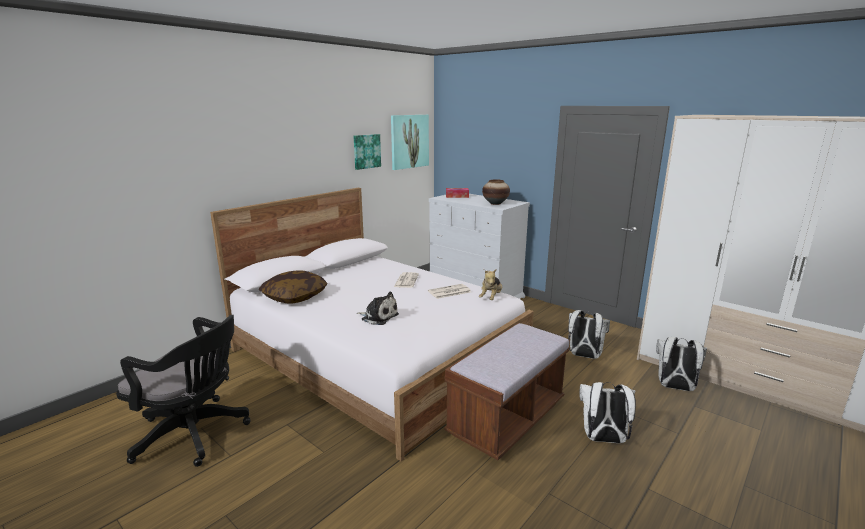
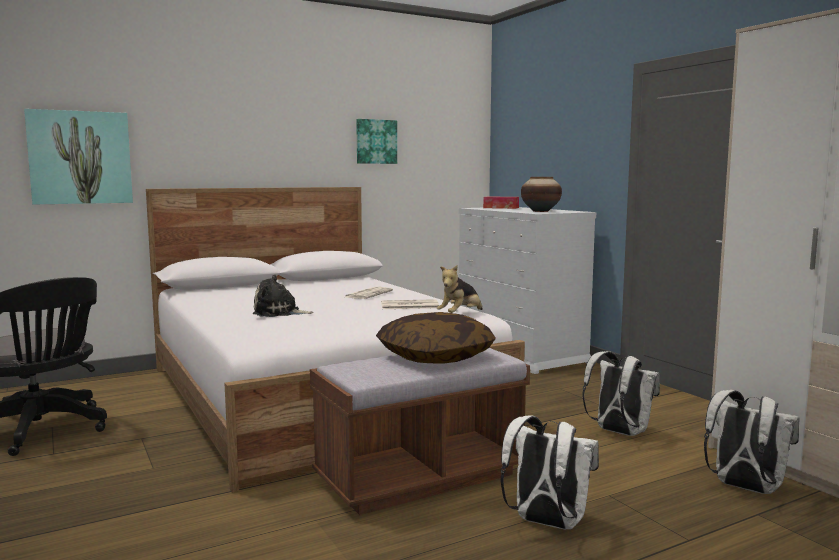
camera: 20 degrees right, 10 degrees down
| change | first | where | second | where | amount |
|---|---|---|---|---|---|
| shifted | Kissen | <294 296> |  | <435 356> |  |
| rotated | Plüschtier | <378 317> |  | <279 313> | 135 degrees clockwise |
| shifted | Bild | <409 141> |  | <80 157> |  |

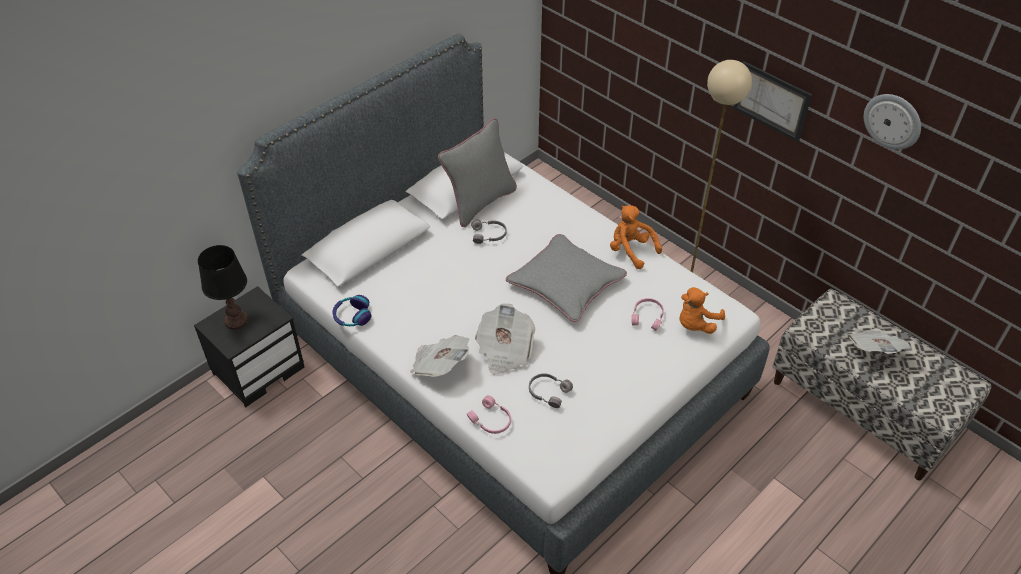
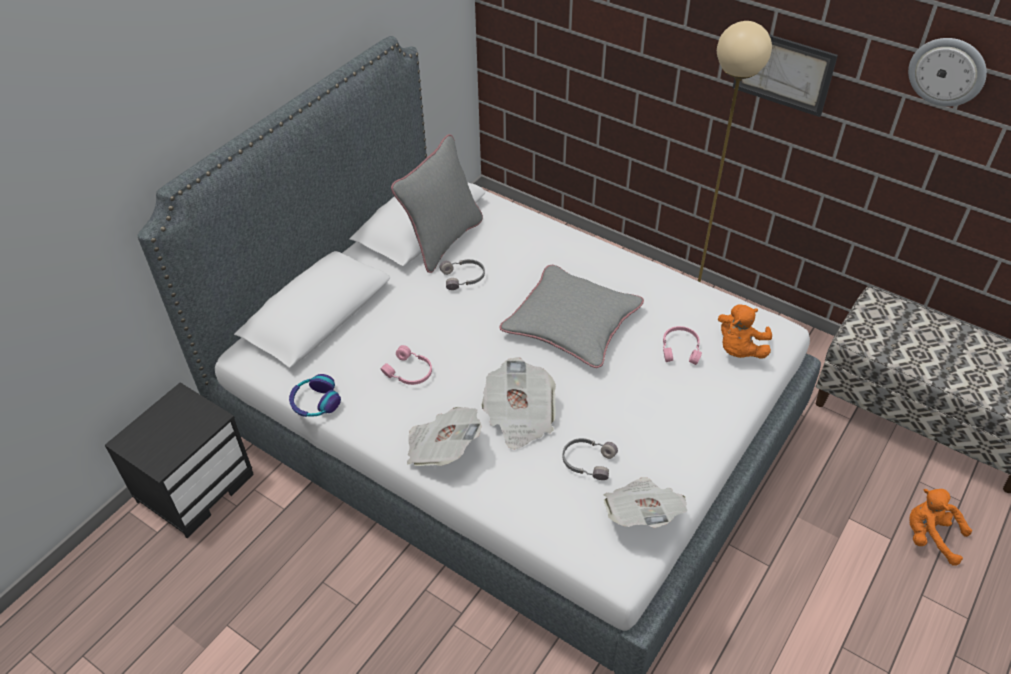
camera: 10 degrees left, 0 degrees up
| change | first | where | second | where | amount |
|---|---|---|---|---|---|
| gone | Tischlampe [schwarz] | <235 320> |  |  |  |
| shifted | Kopfhörer [rosa] | <491 421> |  | <409 372> |  |
| shifted | Plüschtier [orange] | <631 250> |  | <930 536> |  |
| shifted | Zeitung | <874 350> |  | <642 514> |  |

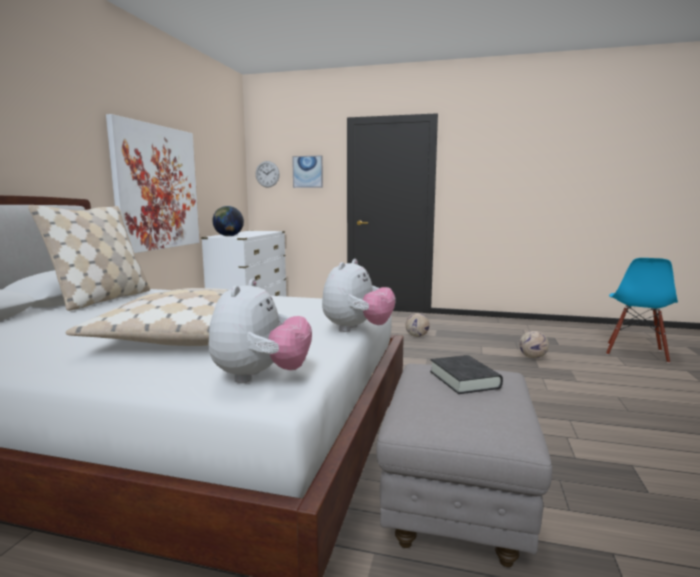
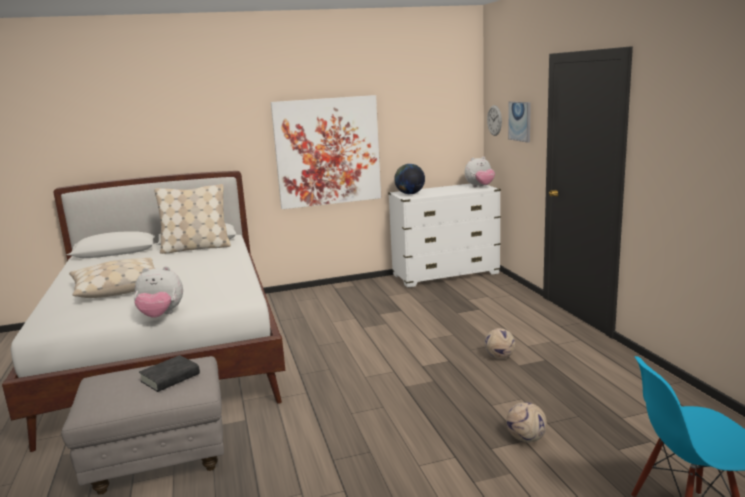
camera: 60 degrees right, 5 degrees up
| change | first | where | second | where | amount |
|---|---|---|---|---|---|
| shifted | Plüschtier | <261 377> |  | <480 187> |  |

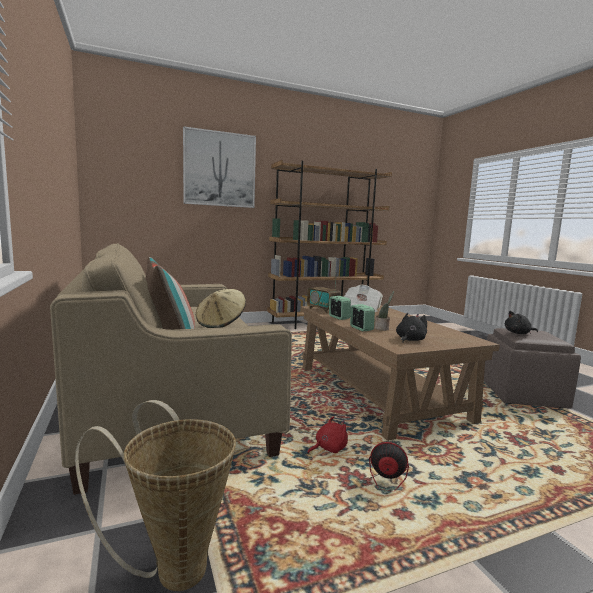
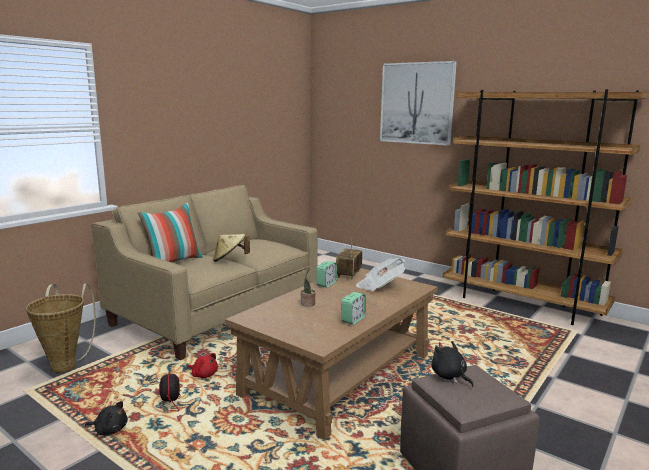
camera: 60 degrees right, 5 degrees up
| change | first | where | second | where | amount |
|---|---|---|---|---|---|
| shifted | Wecker | <361 328> |  | <353 320> |  |
| shifted | Plüschtier [schwarz] | <410 340> |  | <110 429> |  |

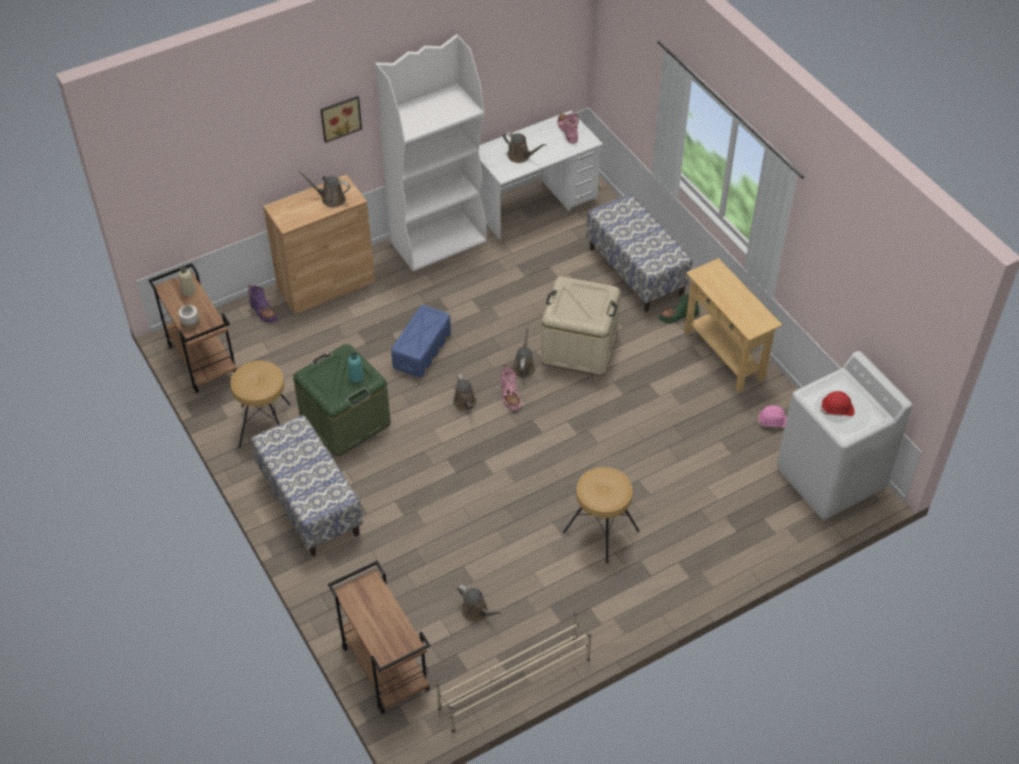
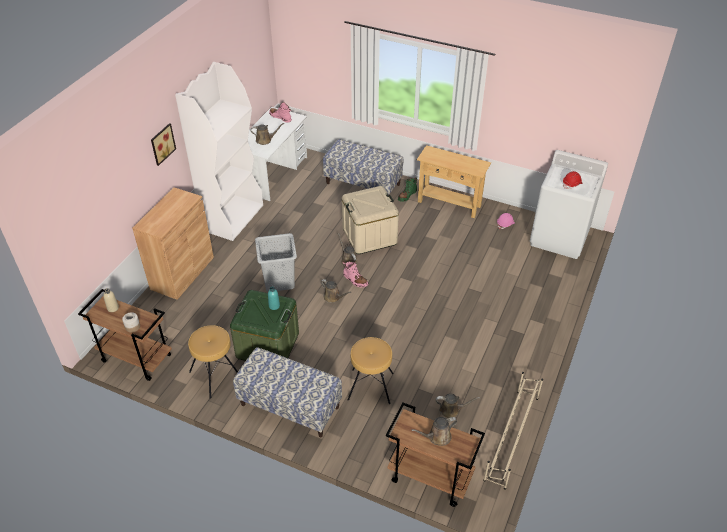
camera: 35 degrees left, 5 degrees down
| change | first | where | second | where | amount |
|---|---|---|---|---|---|
| gone | Stiefel [lila] | <263 312> |  |  |  |
| shifted | Gießkanne [braun] | <331 199> |  | <437 437> |  |
| swapped | Aufbewahrungsbox [blau] | <422 350> | Wäschekorb [grau] | <279 281> |  |
| shifted | Hocker [braun] | <601 532> |  | <370 386> |  |

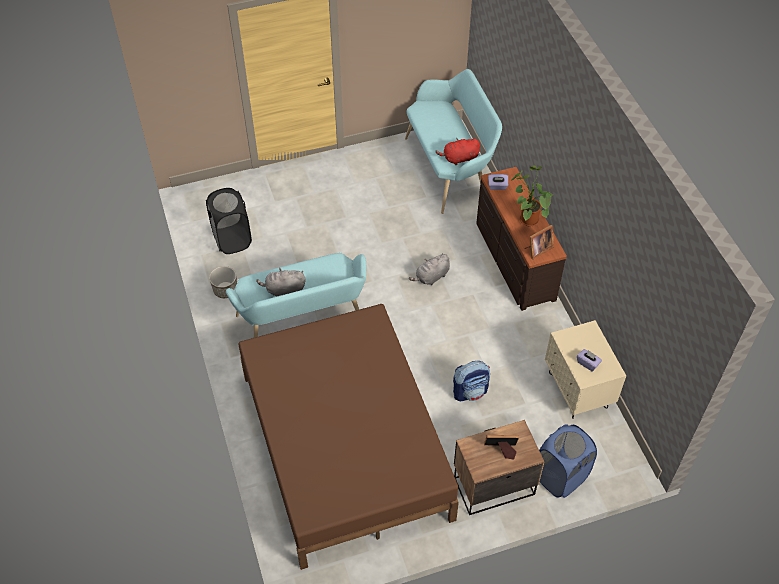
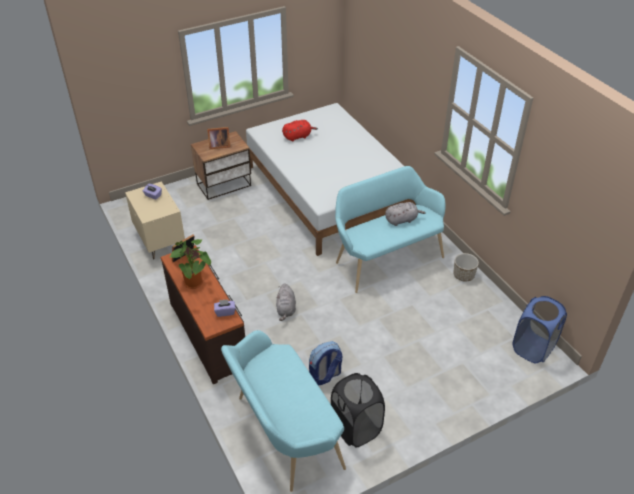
camera: 170 degrees right, 10 degrees down
| change | first | where | second | where | amount |
|---|---|---|---|---|---|
| shifted | Wäschekorb [schwarz] | <232 239> |  | <356 428> |  |
| repainted | Bett [braun] | <344 446> | Bett [weiß] | <328 192> |  |
| rotated | Plüschtier [grau] | <431 277> |  | <286 309> | 135 degrees clockwise |
| shifted | Plüschtier [rot] | <459 159> |  | <298 136> |  |
| shifted | Rucksack | <470 391> |  | <325 376> |  |
| shifted | Wäschekorb [blau] | <560 476> |  | <533 348> |  |

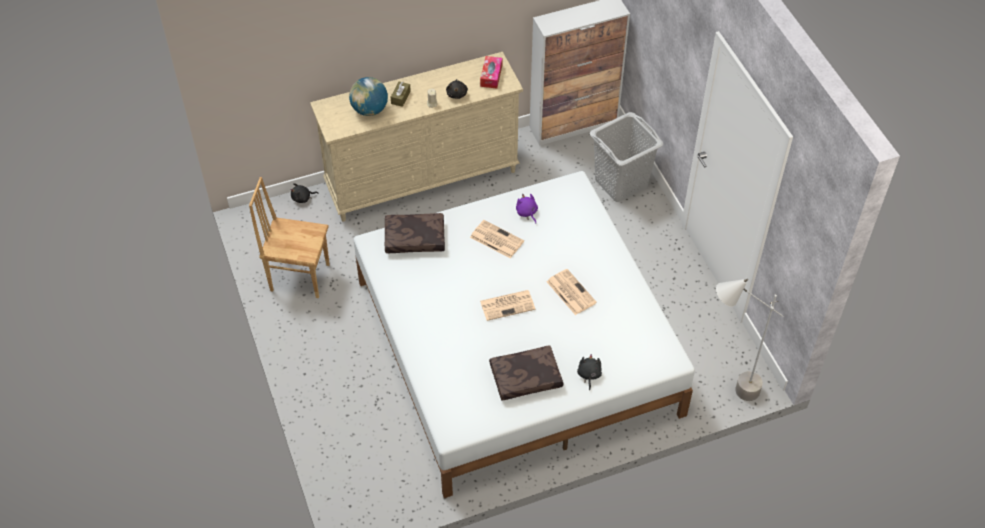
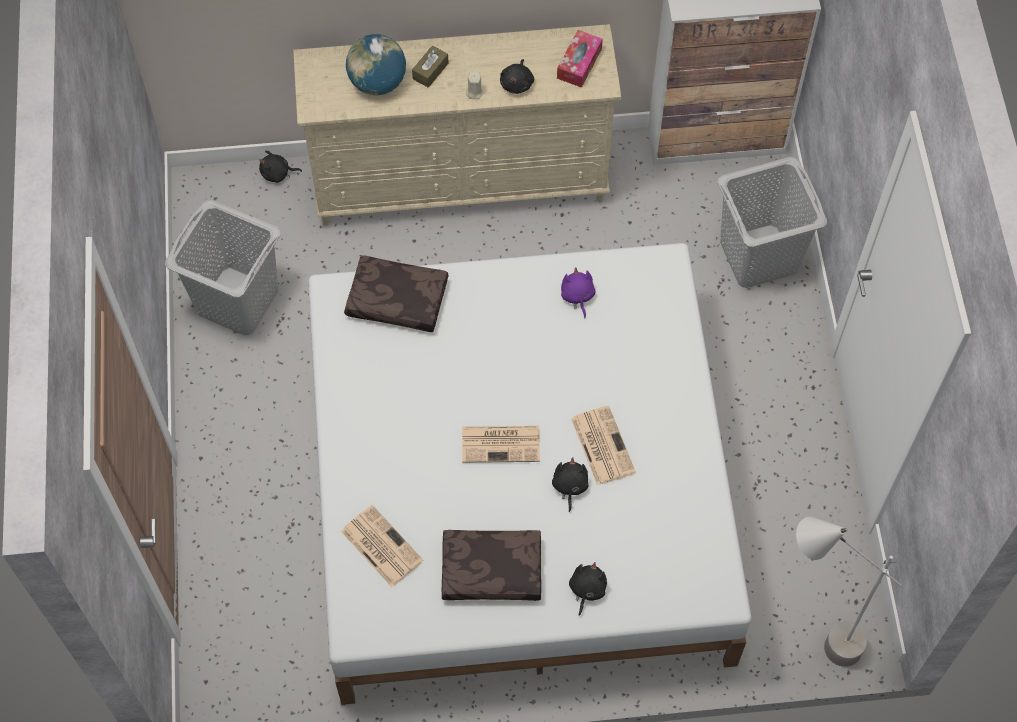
camera: 15 degrees right, 10 degrees up
| change | first | where | second | where | amount |
|---|---|---|---|---|---|
| swapped | Stuhl [braun] | <299 276> | Wäschekorb [grau] | <237 300> |  |
| shifted | Zeitung | <496 239> |  | <380 545> |  |
| new |  |  | Plüschtier [schwarz] | <569 486> |  |

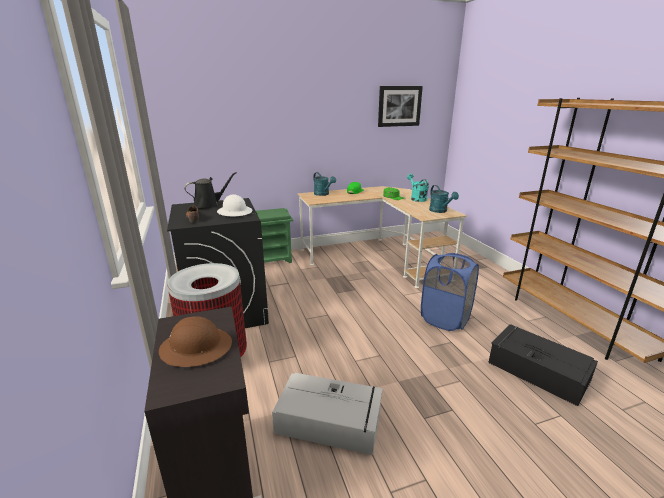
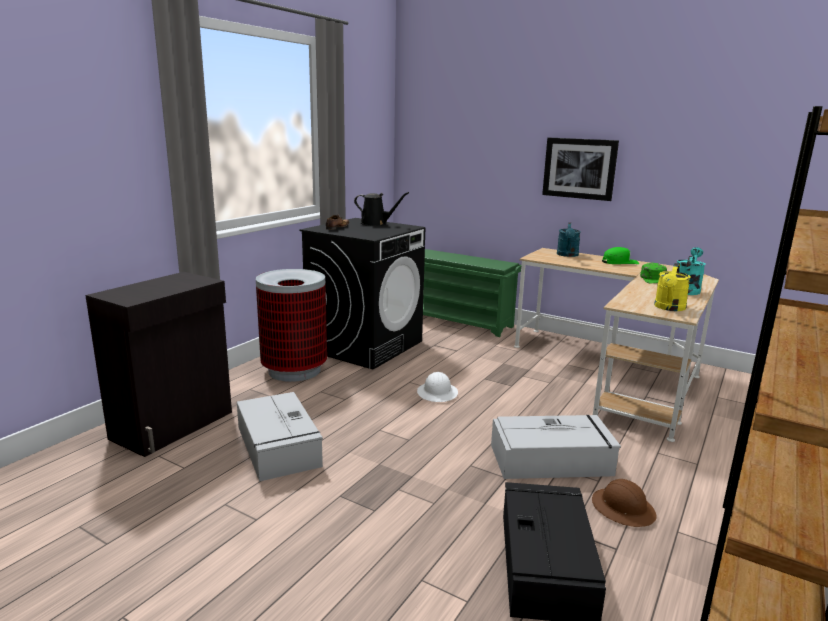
camera: 50 degrees right, 5 degrees down
| change | first | where | second | where | amount |
|---|---|---|---|---|---|
| shifted | Schutzhelm [braun] | <196 347> |  | <623 508> |  |
| shifted | Schutzhelm [weiß] | <235 212> |  | <437 393> |  |
| shifted | Bild | <399 106> |  | <579 168> |  |
| swapped | Wäschekorb [blau] | <445 319> | Aufbewahrungsbox [grau] | <552 460> |  |
| repainted | Gießkanne [türkis] | <440 211> | Gießkanne [gelb] | <669 308> |  |

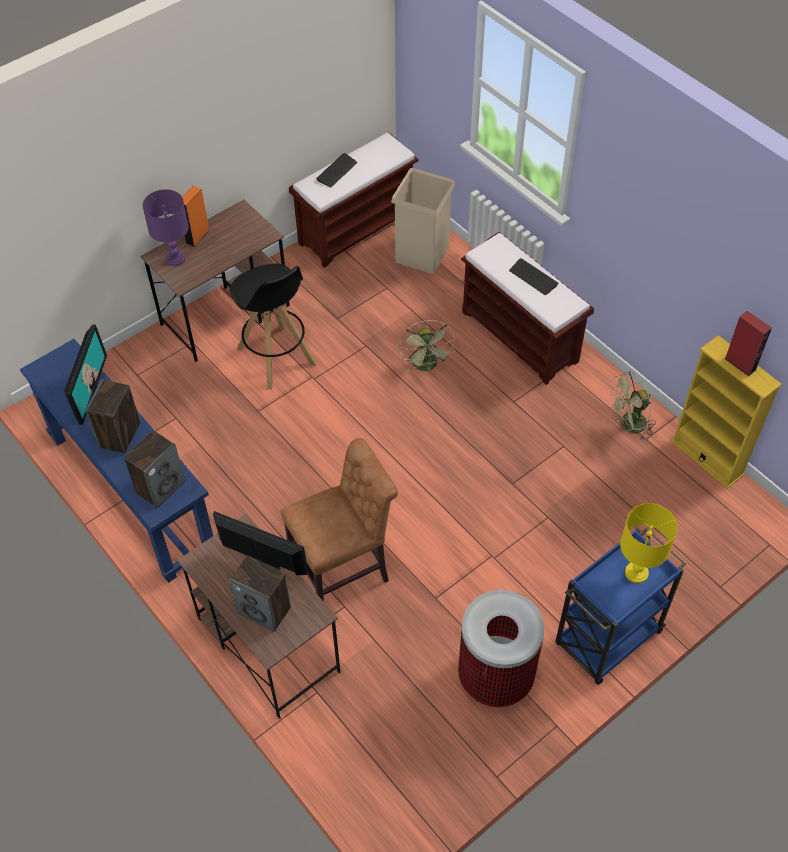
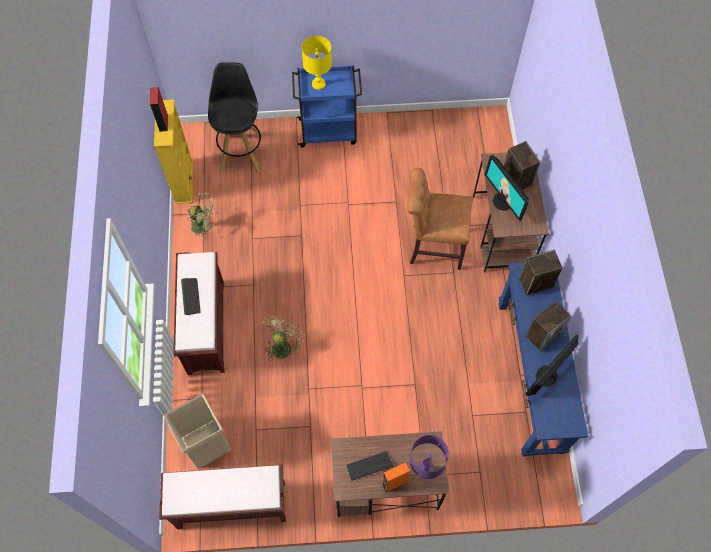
camera: 145 degrees left, 10 degrees up
| change | first | where | second | where | amount |
|---|---|---|---|---|---|
| shifted | Hocker [schwarz] | <277 357> |  | <241 152> |  |
| shifted | Tastatur | <337 171> |  | <369 466> |  |
| gone | Mülleimer | <495 677> |  |  |  |

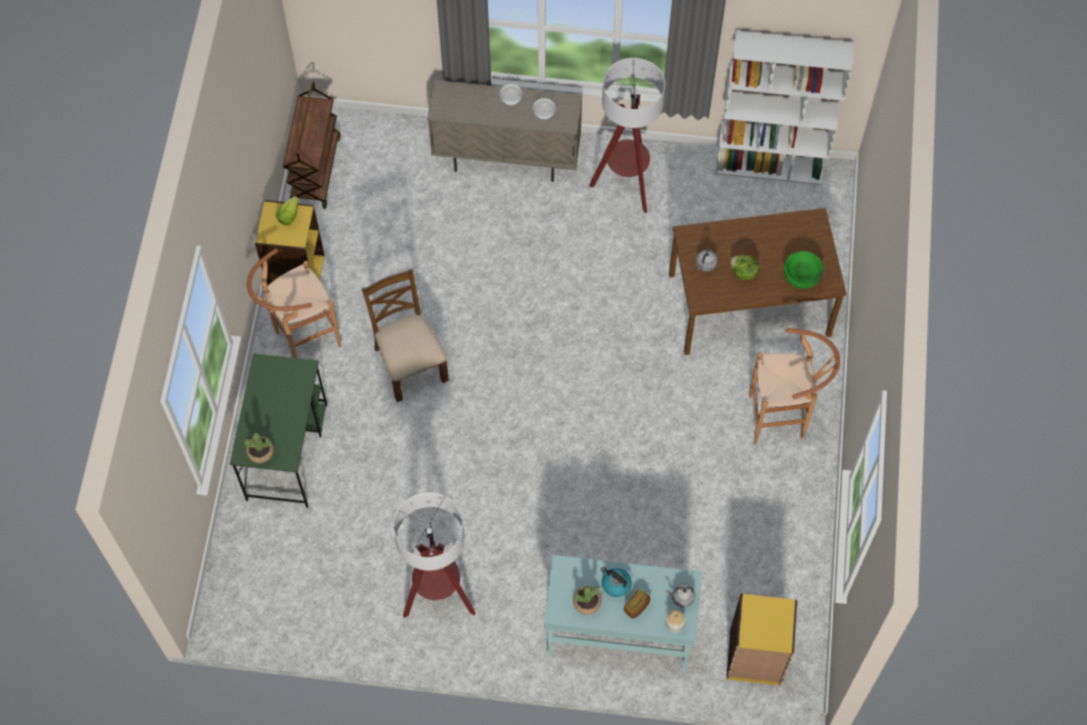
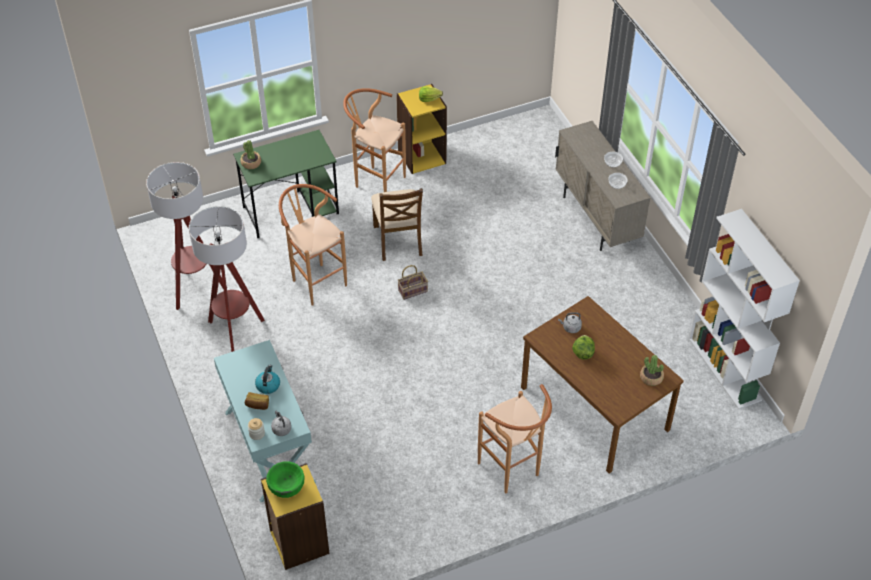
camera: 60 degrees right, 15 degrees down
| change | first | where | second | where | amount |
|---|---|---|---|---|---|
| gone | Rollwagen [braun] | <315 169> |  |  |  |
| rotated | Stuhl [braun] | <409 363> |  | <398 240> | 135 degrees clockwise |
| shifted | Topfpflanze | <587 602> |  | <651 377> |  |
| shifted | Stehlampe | <626 185> |  | <195 288> |  |
| shifted | Schüssel [grün] | <801 275> |  | <286 485> |  |
| new |  |  | Hocker [braun] | <315 280> |  |
| new |  |  | Korb | <413 290> |  |

